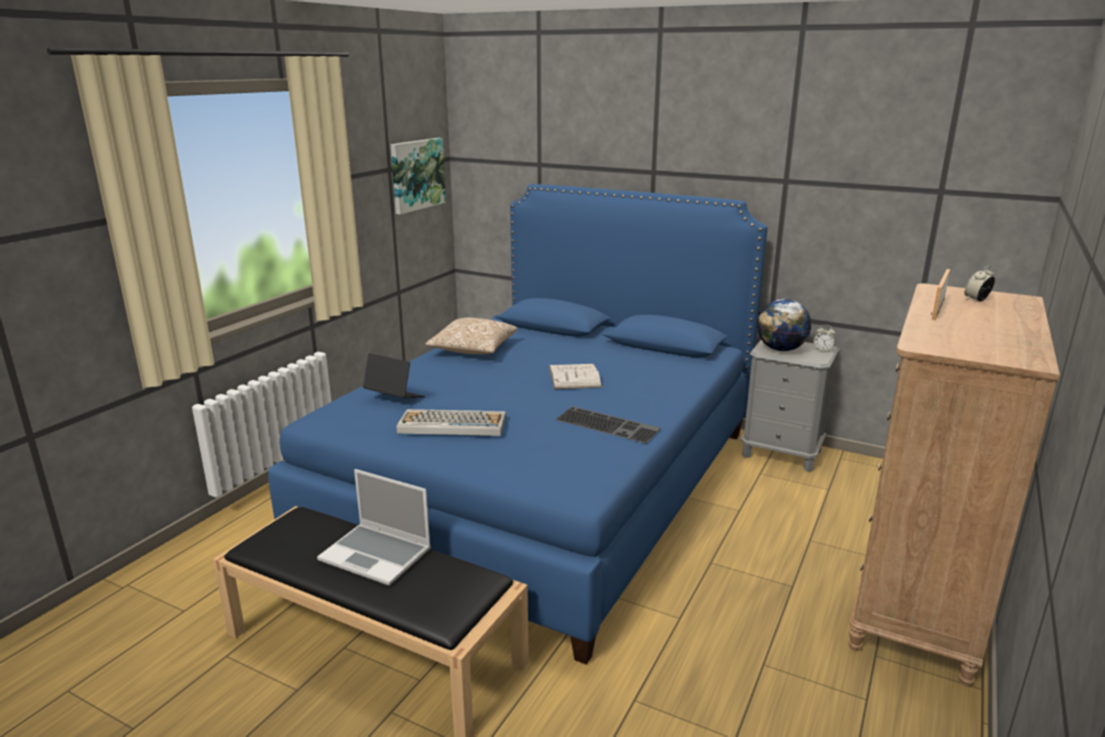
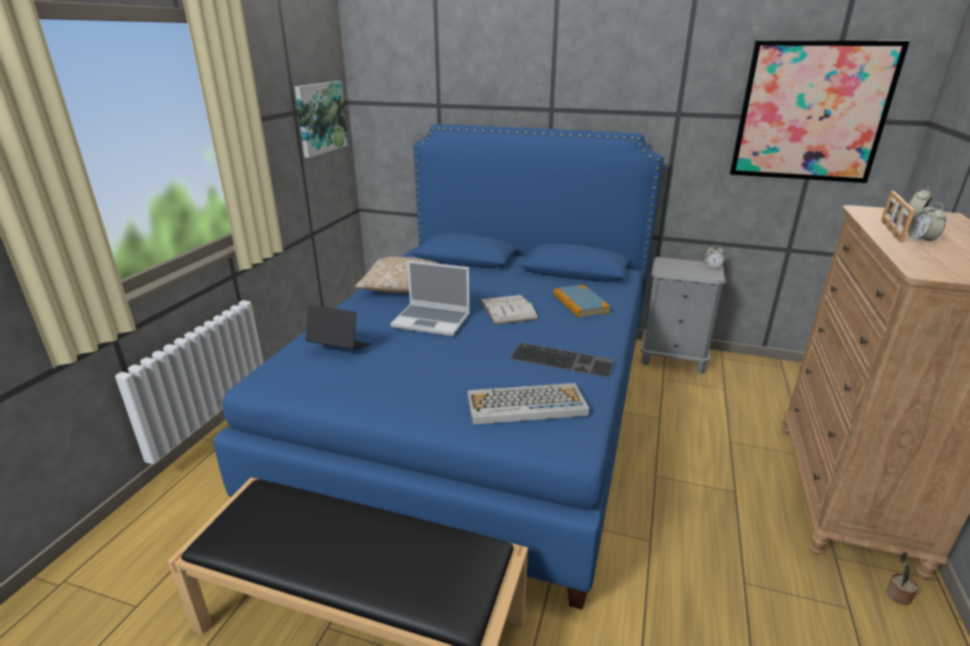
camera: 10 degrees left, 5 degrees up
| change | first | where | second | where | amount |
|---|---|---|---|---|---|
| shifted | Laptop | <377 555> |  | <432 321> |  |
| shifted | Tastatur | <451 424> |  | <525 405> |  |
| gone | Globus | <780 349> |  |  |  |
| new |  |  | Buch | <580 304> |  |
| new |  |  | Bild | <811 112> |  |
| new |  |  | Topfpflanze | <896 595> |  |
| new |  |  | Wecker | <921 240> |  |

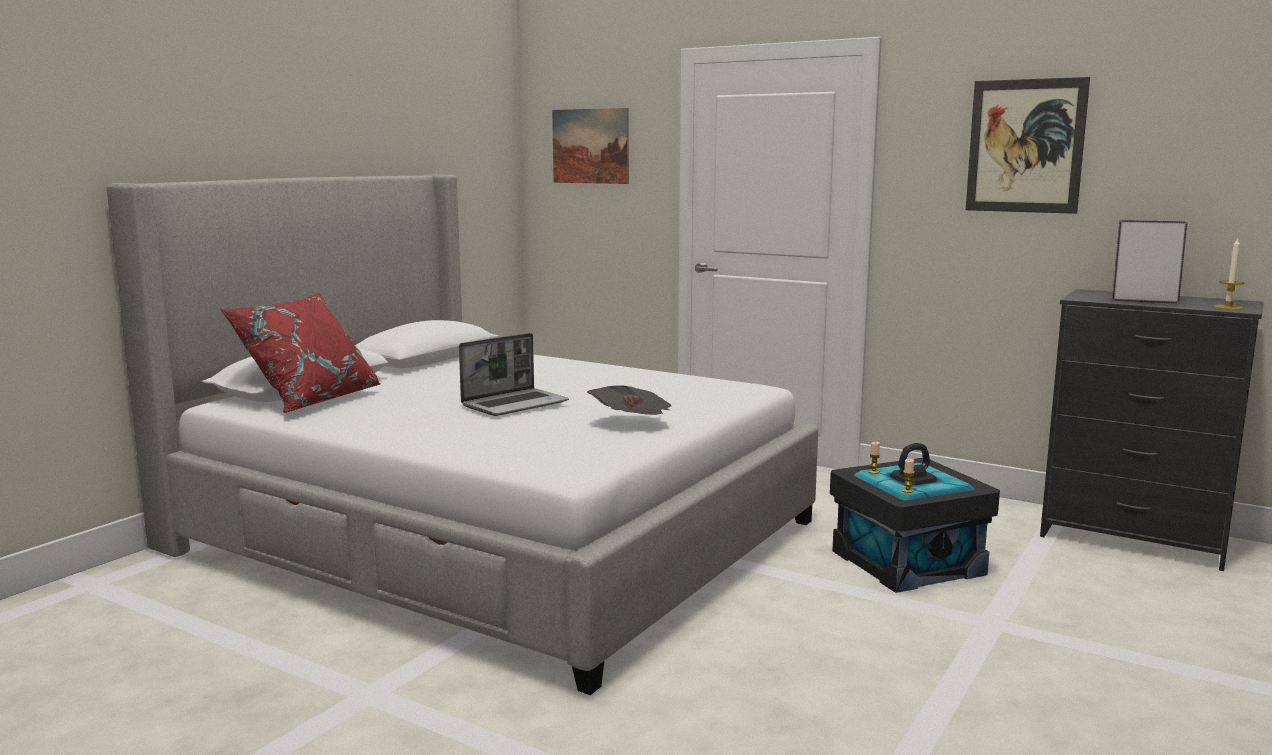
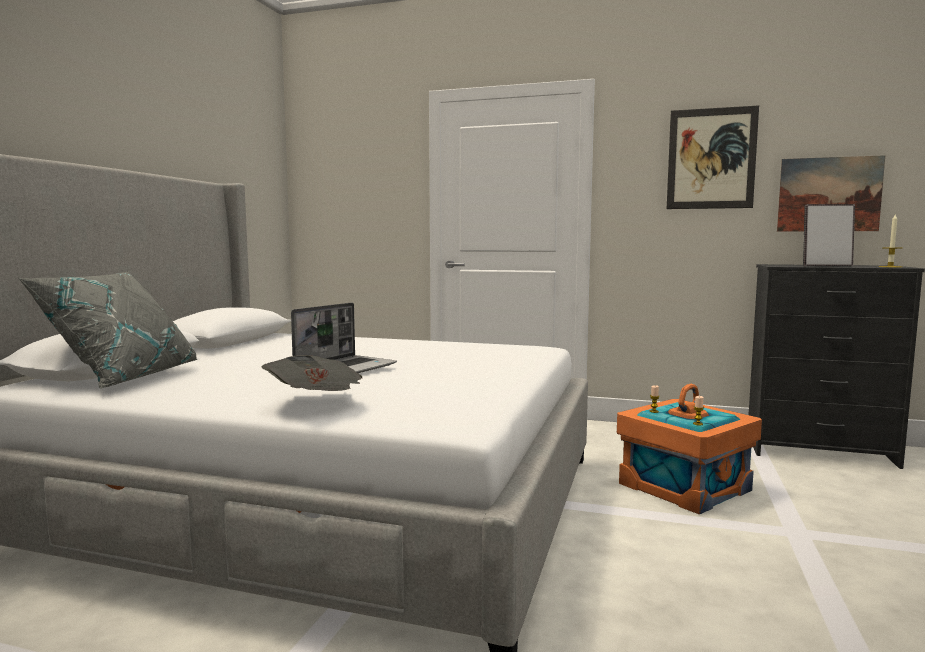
camera: 15 degrees left, 5 degrees down
| change | first | where | second | where | amount |
|---|---|---|---|---|---|
| repainted | Kissen [rot] | <310 401> | Kissen [grau] | <123 378> |  |
| shifted | Bild | <590 146> |  | <829 194> |  |
| shifted | Zeitung | <632 424> |  | <317 402> |  |
| repainted | Aufbewahrungsbox [schwarz] | <907 562> | Aufbewahrungsbox [orange] | <684 486> |  |

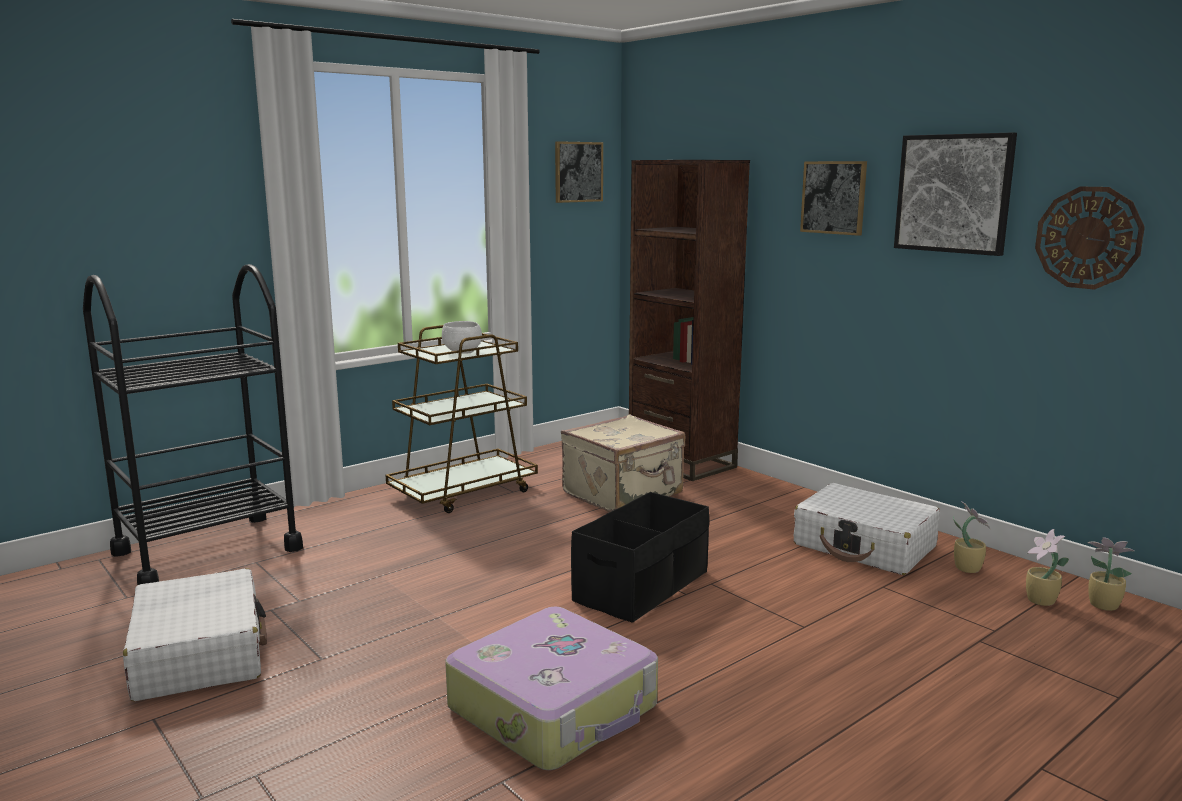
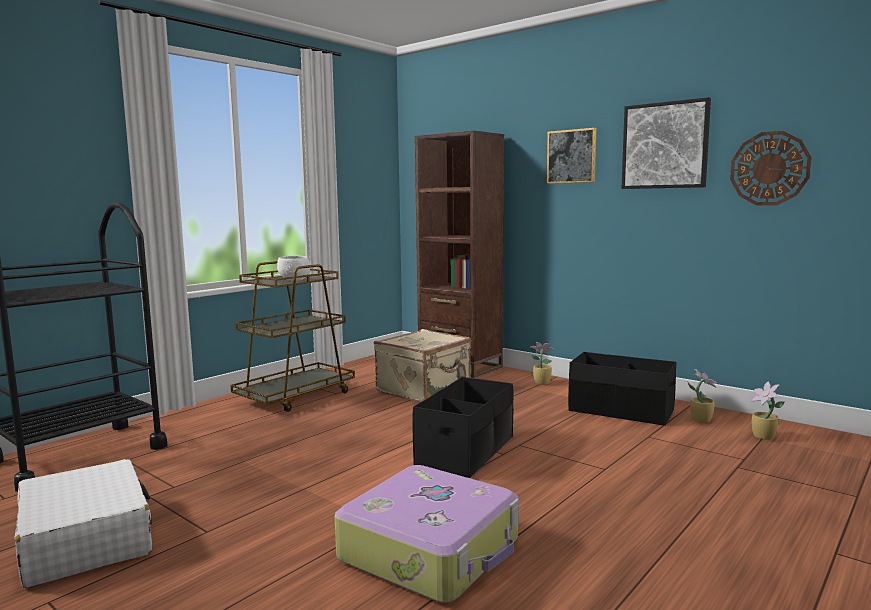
camera: 10 degrees left, 5 degrees down
| change | first | where | second | where | amount |
|---|---|---|---|---|---|
| gone | Bild | <578 172> |  |  |  |
| swapped | Koffer [weiß] | <864 546> | Aufbewahrungsbox [schwarz] | <620 411> |  |
| shifted | Topfpflanze | <1102 605> |  | <541 382> |  |

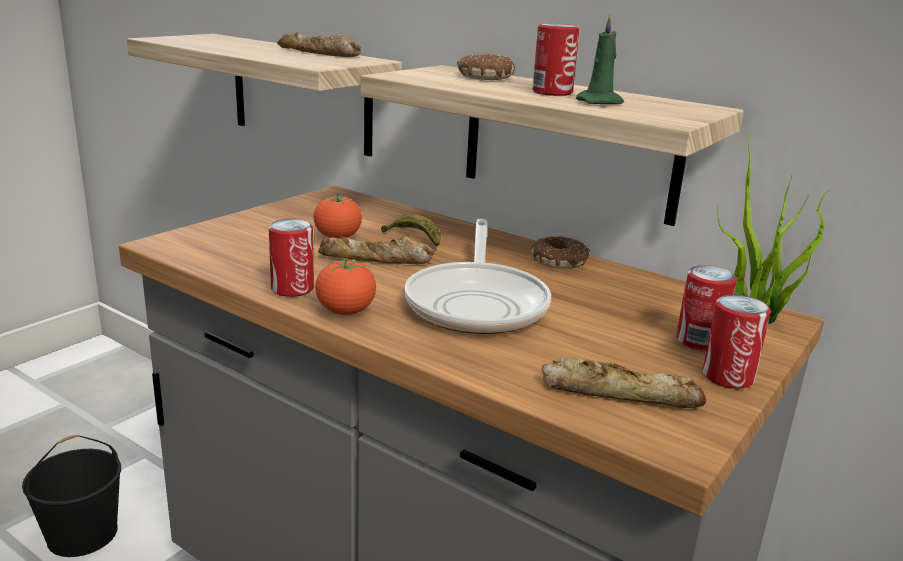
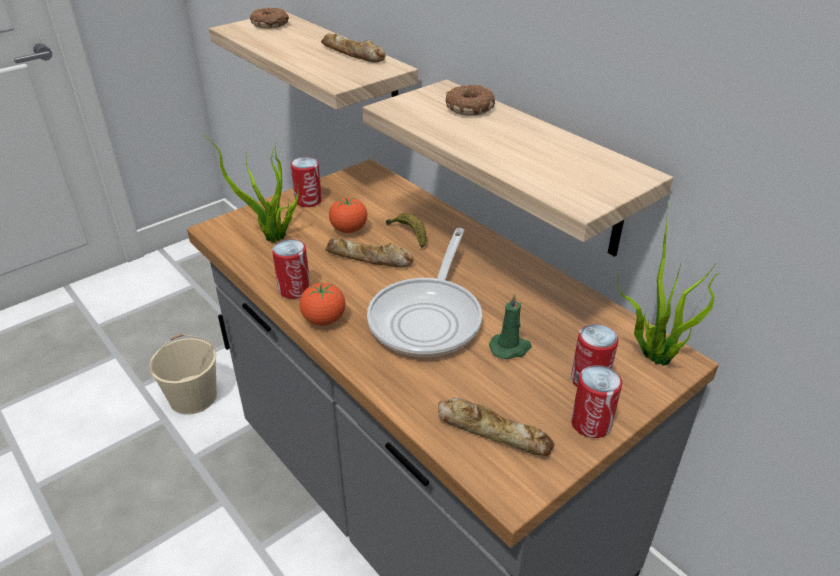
camera: 15 degrees right, 15 degrees up
| change | first | where | second | where | amount |
|---|---|---|---|---|---|
| repainted | Eimer [schwarz] | <83 533> | Eimer [beige] | <194 396> |  |
| shifted | Donut | <560 261> |  | <271 24> |  |
| shifted | Dose | <552 92> |  | <308 201> |  |
| shifted | Kerze [grün] | <601 102> |  | <510 348> |  |
| new |  |  | Topfpflanze | <273 239> |  |

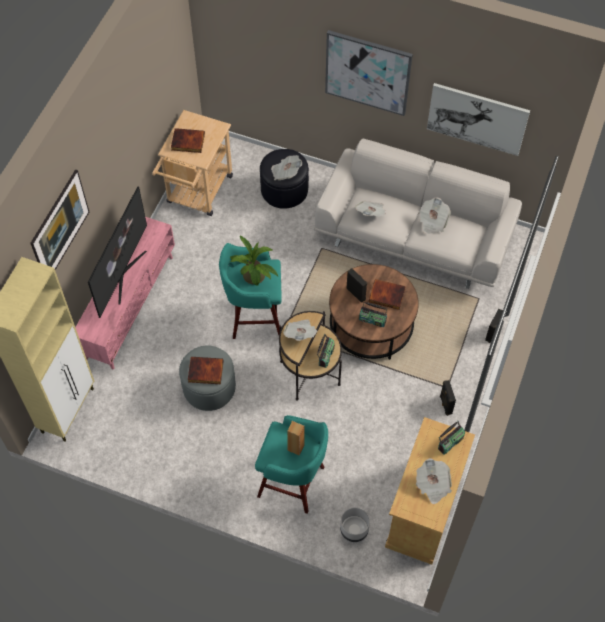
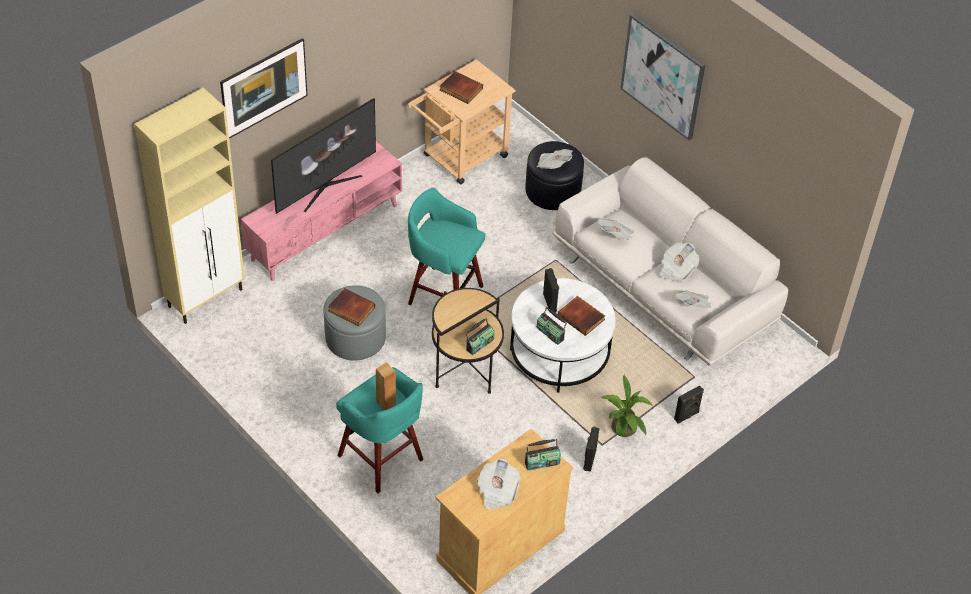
camera: 25 degrees right, 10 degrees down
| change | first | where | second | where | amount |
|---|---|---|---|---|---|
| shifted | Topfpflanze | <255 278> |  | <623 430> |  |
| shifted | Zeitung | <300 334> |  | <693 305> |  |
| repainted | Couchtisch [braun] | <371 325> | Couchtisch [weiß] | <559 353> |  |
| gone | Pflanzkübel [grau] | <354 530> |  |  |  |
| gone | Bild | <477 118> |  |  |  |

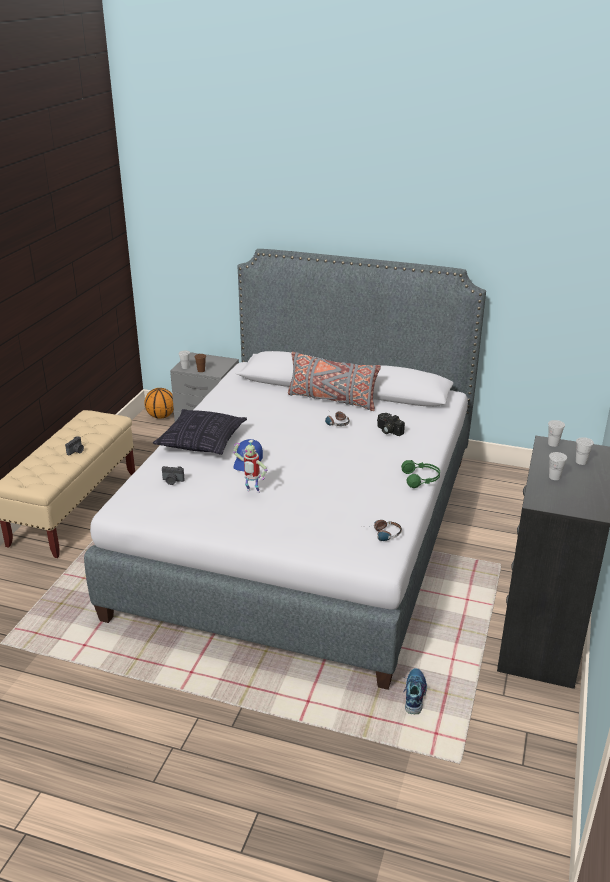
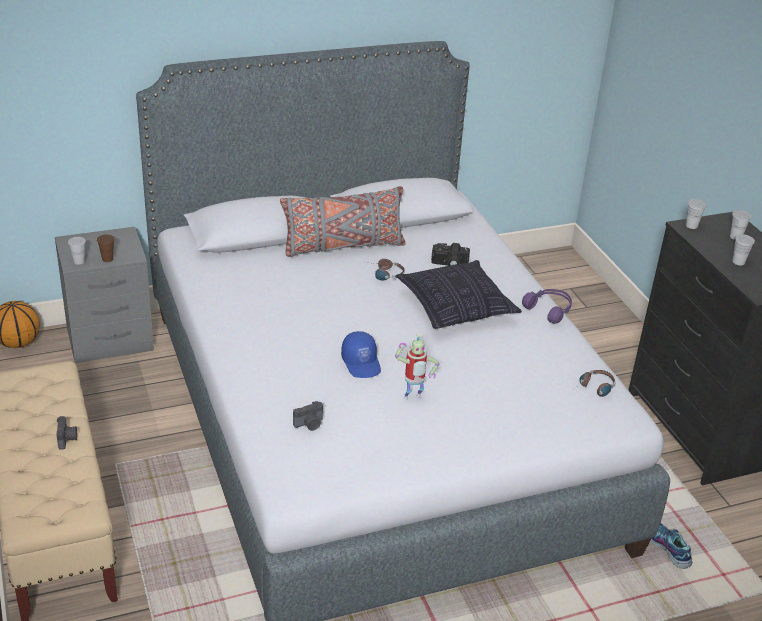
camera: 40 degrees left, 5 degrees up
| change | first | where | second | where | amount |
|---|---|---|---|---|---|
| shifted | Kissen | <202 442> |  | <455 307> |  |
| repainted | Kopfhörer [grün] | <421 479> | Kopfhörer [lila] | <549 309> |  |

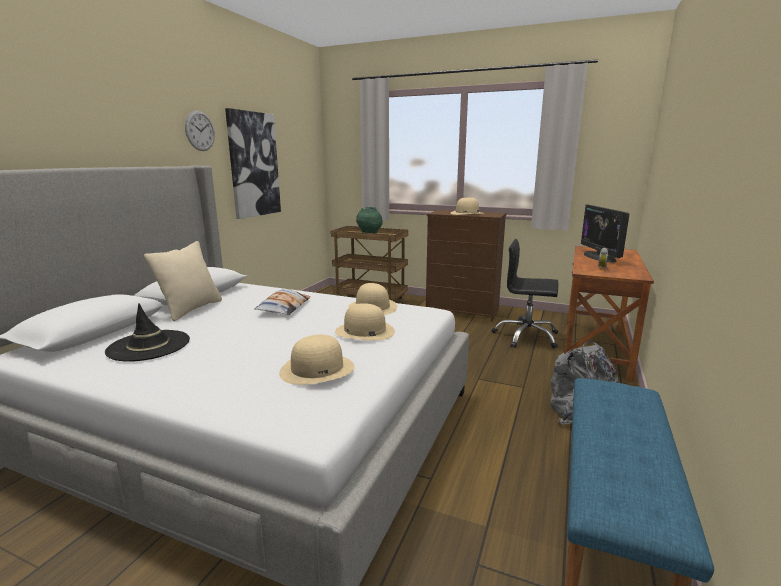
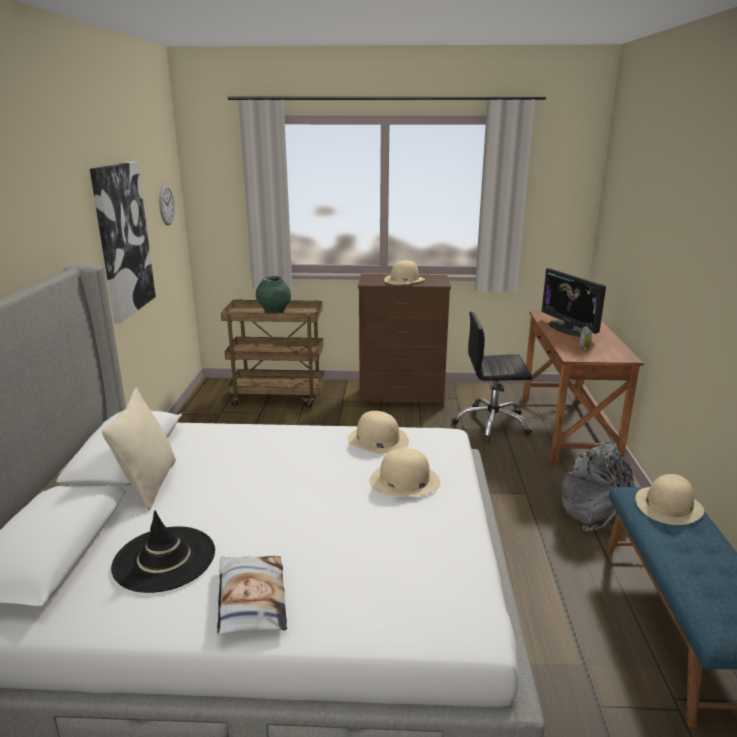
camera: 20 degrees left, 5 degrees up
| change | first | where | second | where | amount |
|---|---|---|---|---|---|
| shifted | Wanduhr | <200 131> |  | <166 205> |  |
| shifted | Kissen | <283 307> |  | <250 599> |  |
| shifted | Hut [beige] | <317 369> |  | <668 505> |  |

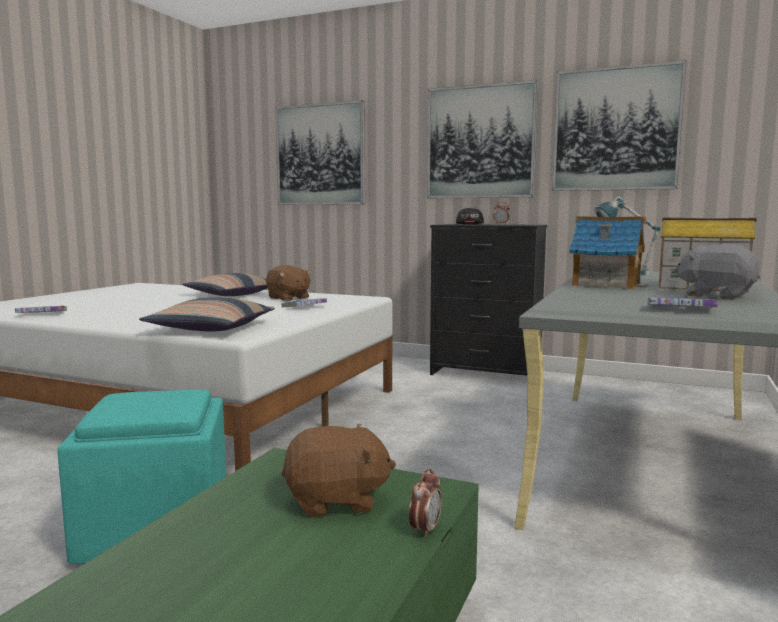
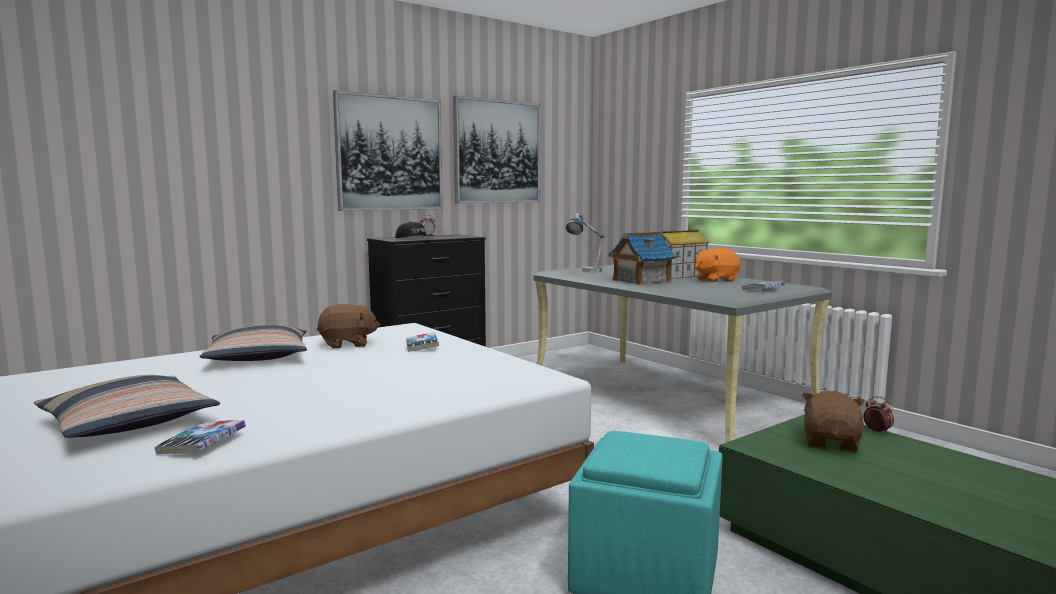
camera: 60 degrees left, 0 degrees up
| change | first | where | second | where | amount |
|---|---|---|---|---|---|
| shifted | Kissen | <211 328> |  | <129 423> |  |
| gone | Bild | <320 155> |  |  |  |
| repainted | Plüschtier [grau] | <716 296> | Plüschtier [orange] | <715 279> |  |

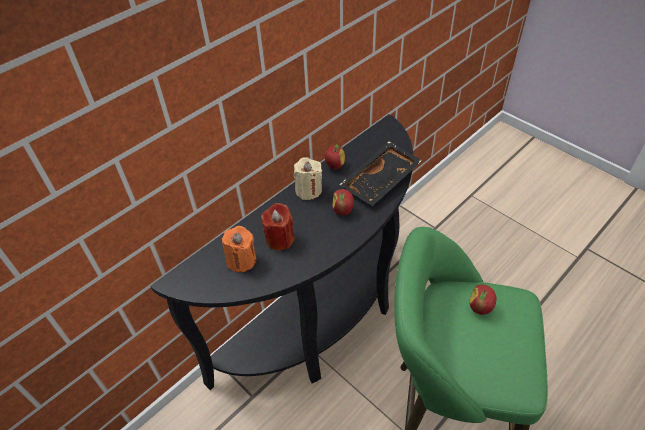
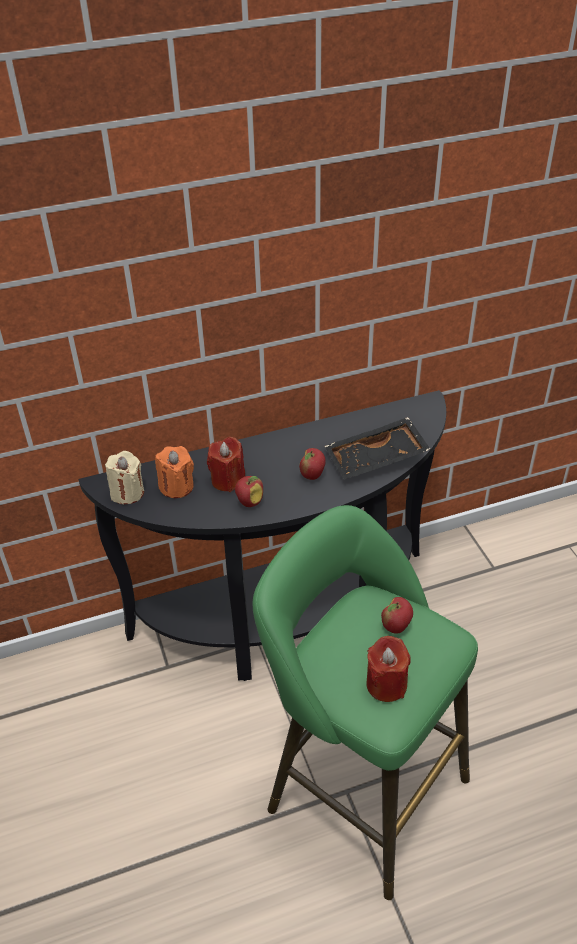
camera: 25 degrees right, 5 degrees down
| change | first | where | second | where | amount |
|---|---|---|---|---|---|
| shifted | Kerze [beige] | <308 190> |  | <127 493> |  |
| shifted | Apfel | <334 166> |  | <249 502> |  |
| new |  |  | Kerze [rot] | <386 684> |  |

